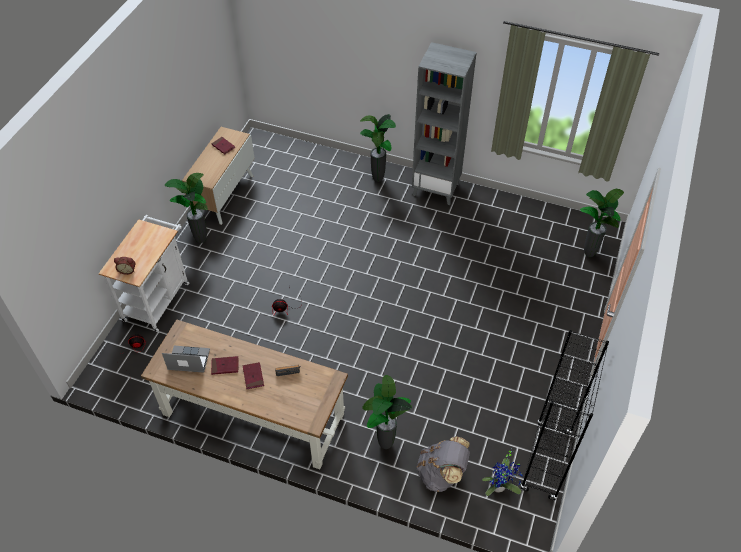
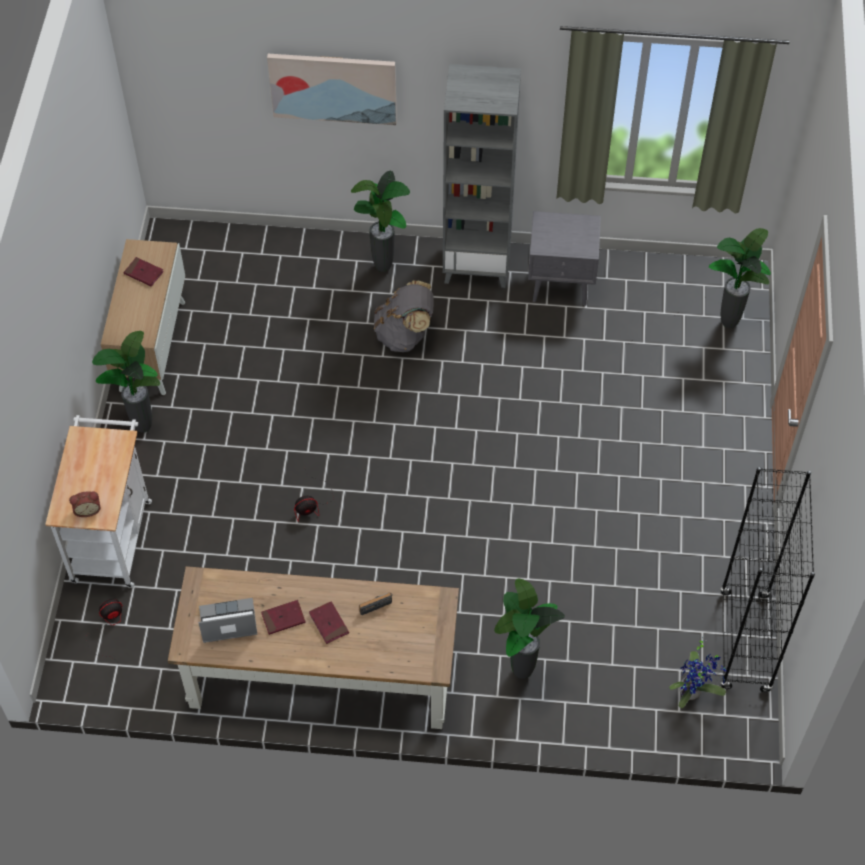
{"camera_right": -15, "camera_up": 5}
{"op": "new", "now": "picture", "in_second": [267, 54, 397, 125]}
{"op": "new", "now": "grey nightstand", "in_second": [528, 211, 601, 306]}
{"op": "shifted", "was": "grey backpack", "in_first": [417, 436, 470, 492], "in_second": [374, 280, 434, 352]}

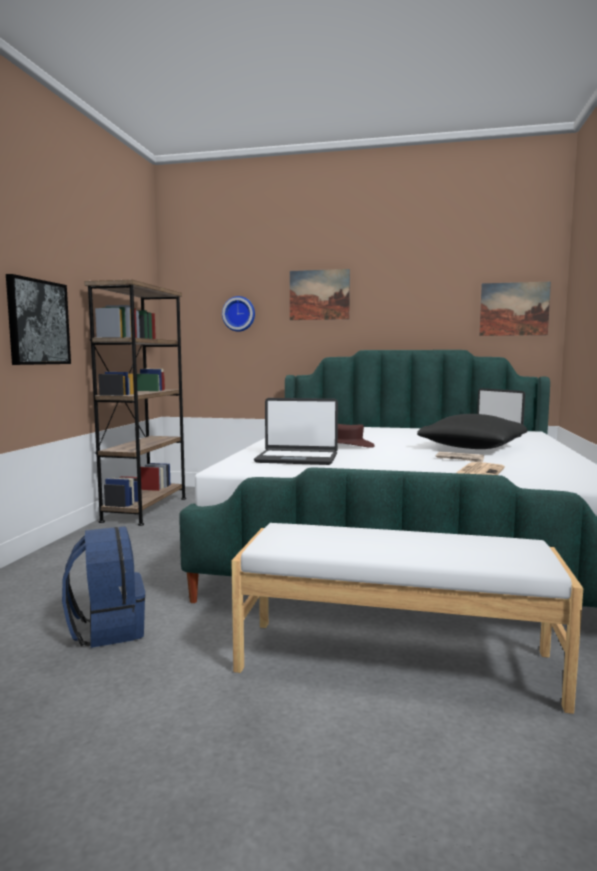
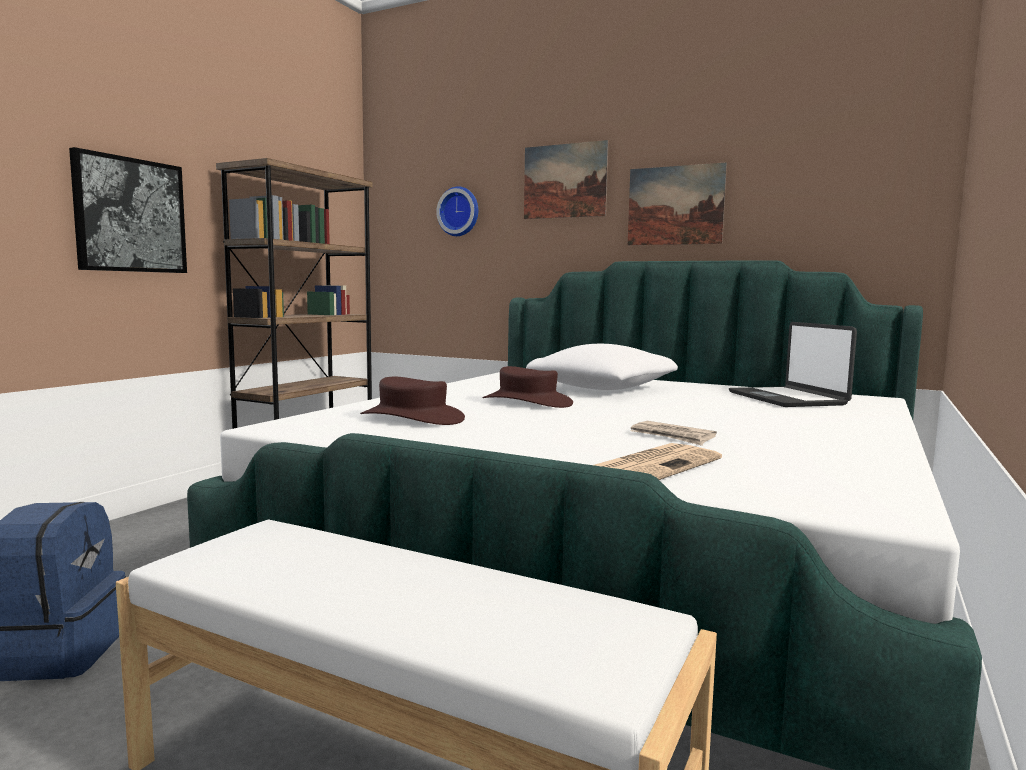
{"camera_right": 15, "camera_up": 0}
{"op": "gone", "was": "black pillow", "in_first": [417, 414, 527, 449]}
{"op": "new", "now": "white pillow", "in_second": [526, 344, 678, 390]}
{"op": "shifted", "was": "picture", "in_first": [479, 282, 551, 336], "in_second": [628, 162, 727, 245]}
{"op": "swapped", "was": "laptop", "now": "brown hat", "in_first": [254, 398, 338, 465], "in_second": [360, 377, 465, 425]}

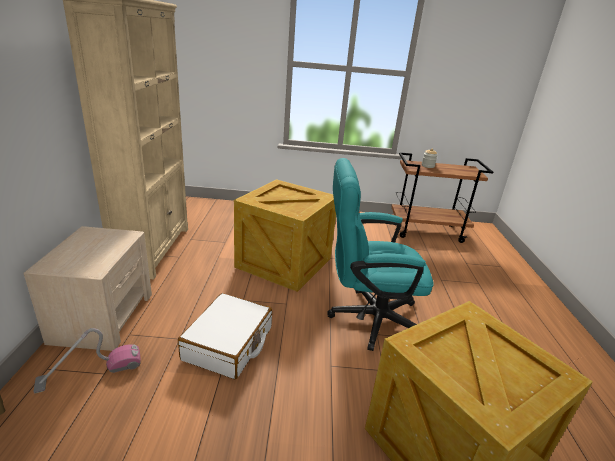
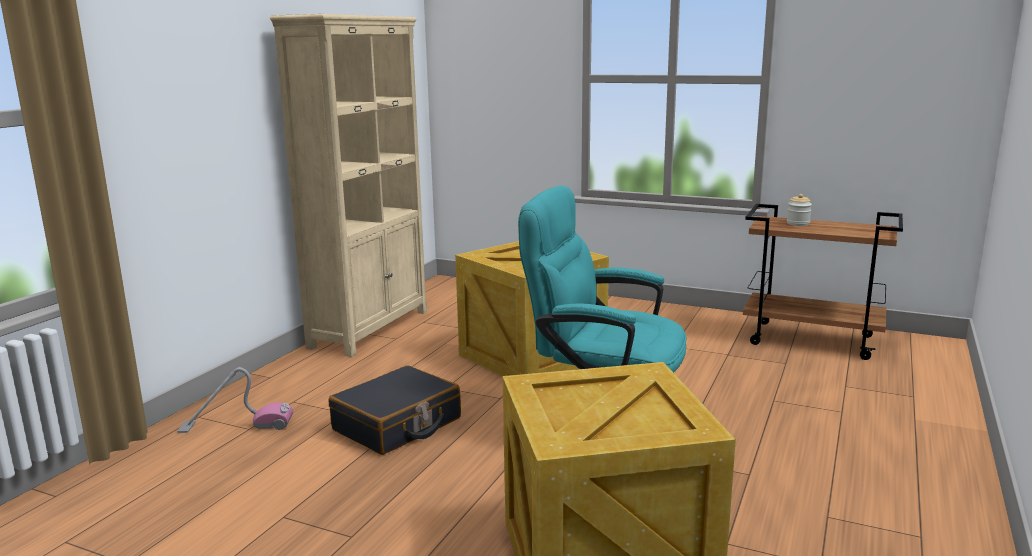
{"camera_right": 25, "camera_up": -10}
{"op": "gone", "was": "beige nightstand", "in_first": [23, 226, 152, 351]}
{"op": "repainted", "was": "white suitcase", "now": "black suitcase", "in_first": [178, 293, 272, 380], "in_second": [329, 366, 461, 455]}

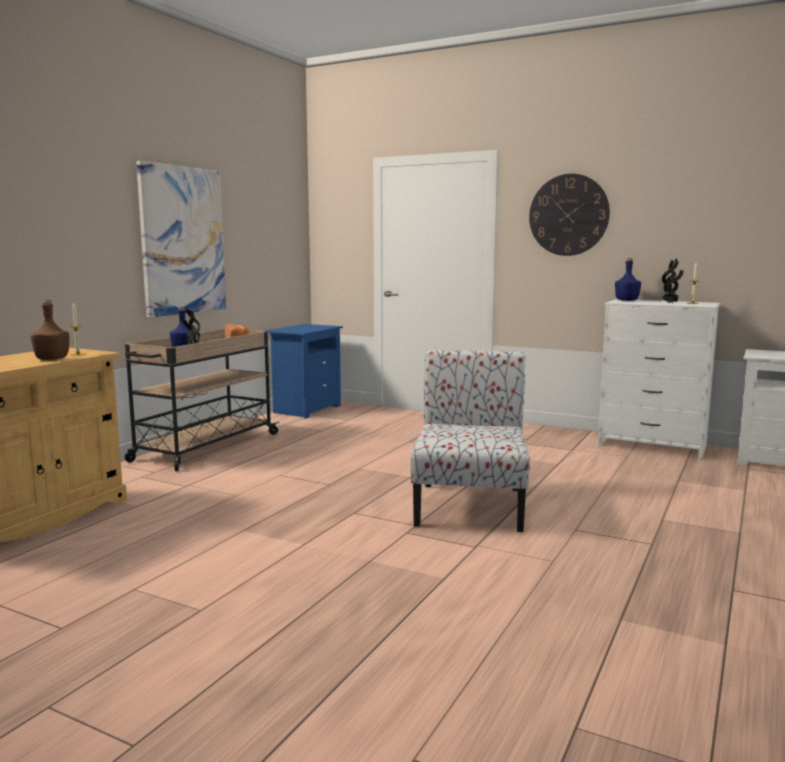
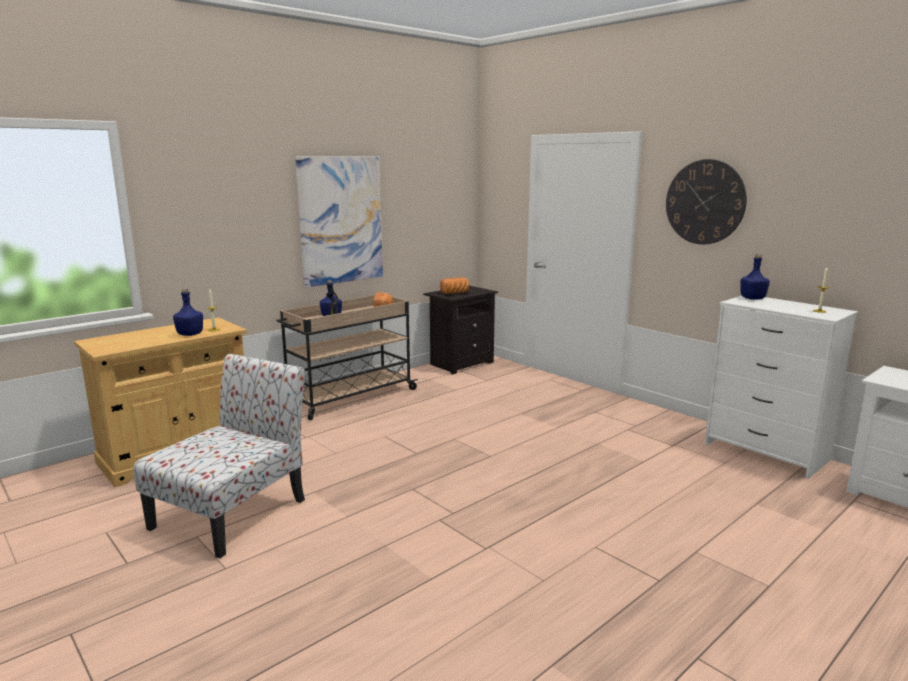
{"camera_right": 20, "camera_up": 5}
{"op": "gone", "was": "potted plant", "in_first": [662, 259, 683, 303]}
{"op": "new", "now": "bread", "in_second": [440, 277, 469, 294]}
{"op": "shifted", "was": "chair", "in_first": [410, 350, 530, 532], "in_second": [133, 354, 305, 559]}
{"op": "repainted", "was": "brown bottle", "now": "blue bottle", "in_first": [31, 300, 69, 360], "in_second": [173, 288, 203, 336]}
{"op": "repainted", "was": "blue nightstand", "now": "black nightstand", "in_first": [266, 324, 343, 419], "in_second": [423, 286, 498, 375]}

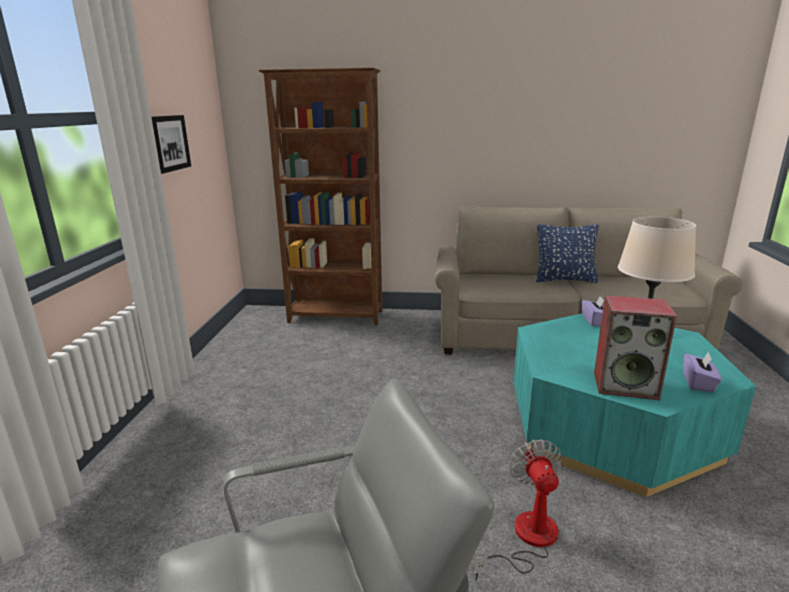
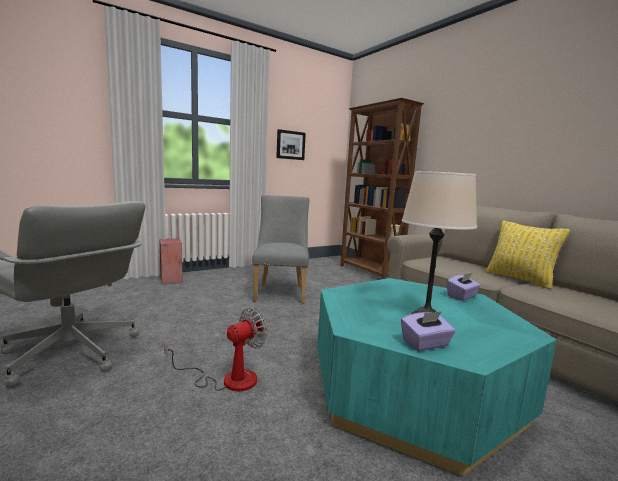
{"camera_right": 50, "camera_up": -10}
{"op": "new", "now": "grey chair", "in_second": [252, 195, 310, 304]}
{"op": "shifted", "was": "speaker", "in_first": [594, 295, 677, 400], "in_second": [159, 239, 183, 284]}
{"op": "repainted", "was": "blue pillow", "now": "yellow pillow", "in_first": [536, 224, 599, 283], "in_second": [486, 221, 570, 290]}

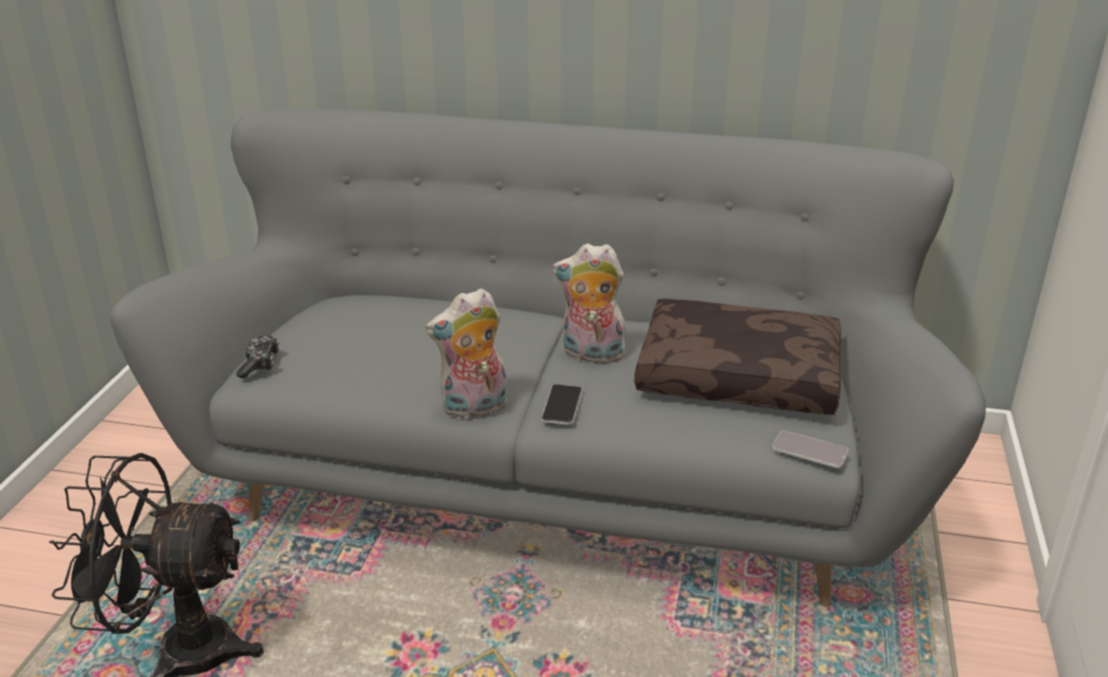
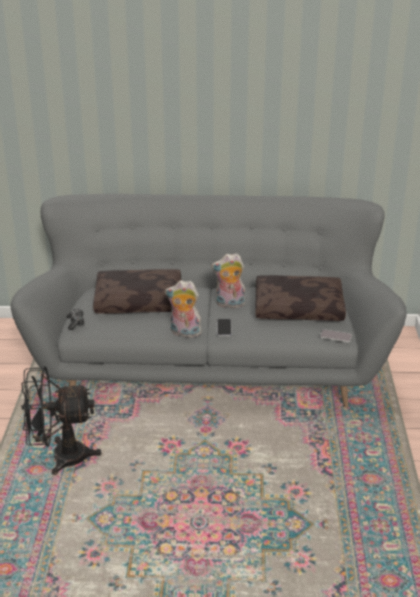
{"camera_right": -10, "camera_up": 0}
{"op": "new", "now": "brown pillow", "in_second": [93, 269, 181, 314]}
{"op": "rotated", "was": "plush toy", "in_first": [425, 288, 507, 419], "in_second": [165, 280, 202, 338], "clockwise": 45}

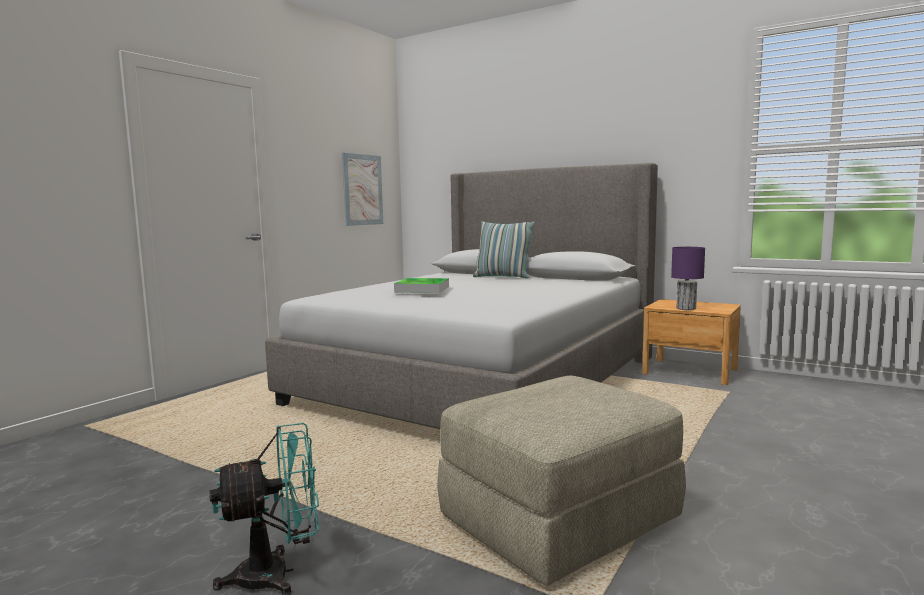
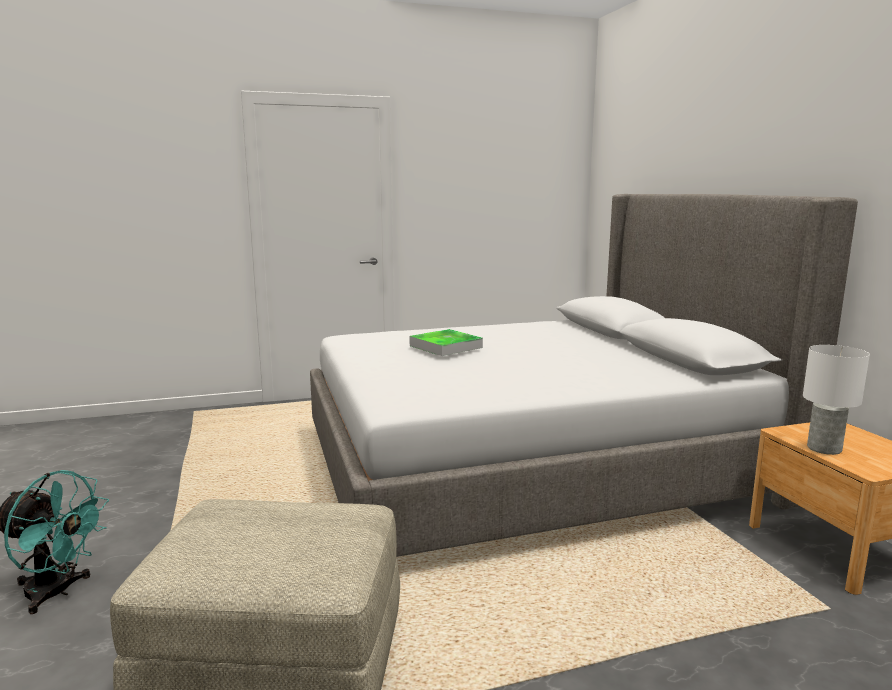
{"camera_right": 40, "camera_up": 5}
{"op": "gone", "was": "picture", "in_first": [342, 153, 383, 226]}
{"op": "gone", "was": "pillow", "in_first": [473, 221, 534, 278]}
{"op": "repainted", "was": "purple table lamp", "now": "white table lamp", "in_first": [671, 247, 705, 310], "in_second": [803, 345, 870, 455]}

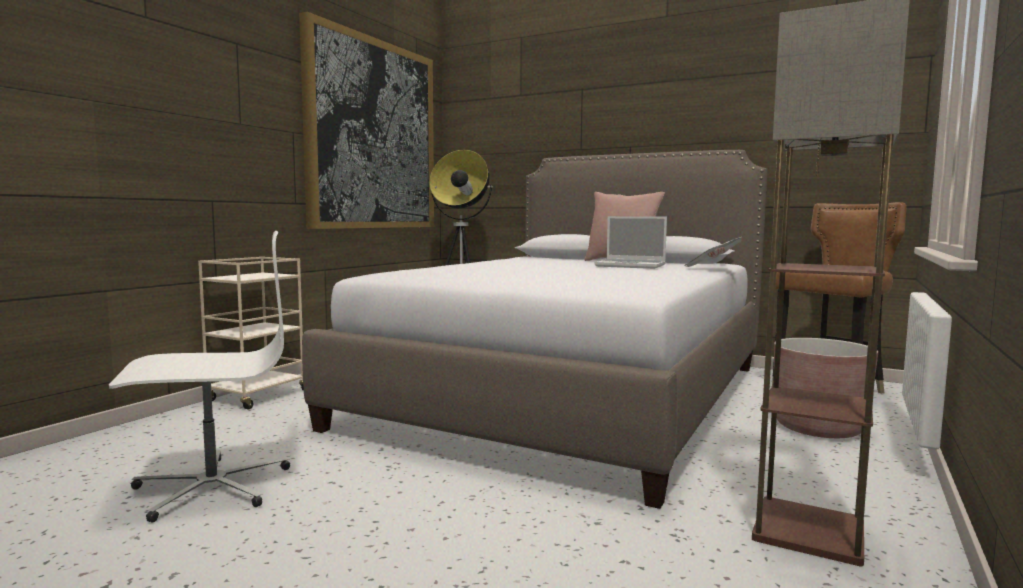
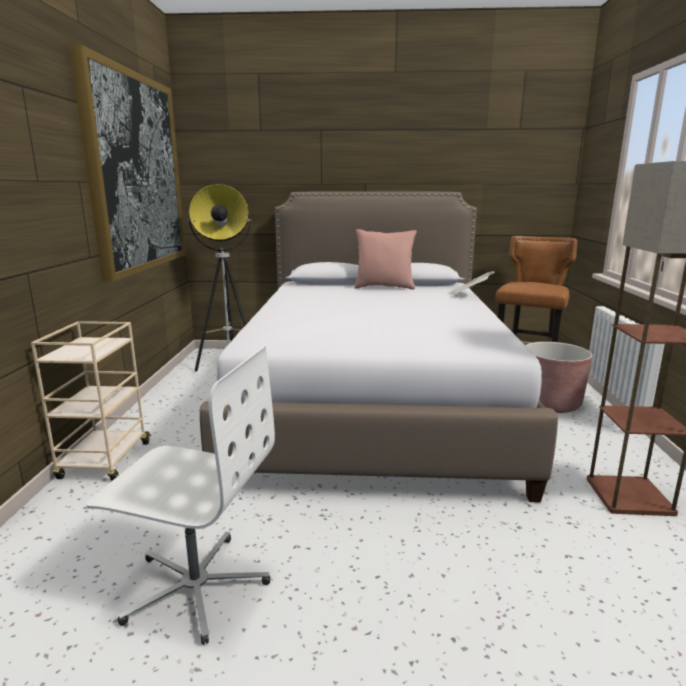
{"camera_right": -25, "camera_up": 10}
{"op": "gone", "was": "laptop", "in_first": [595, 216, 667, 269]}
{"op": "rotated", "was": "white office chair", "in_first": [109, 231, 290, 522], "in_second": [86, 347, 275, 645], "clockwise": 60}

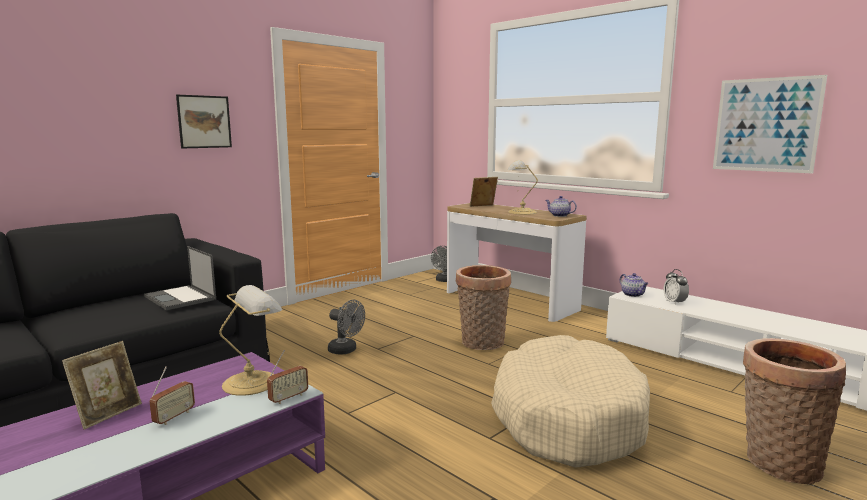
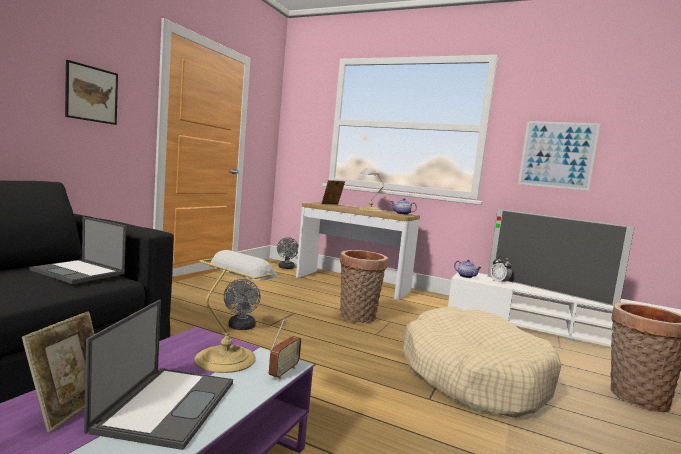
{"camera_right": -20, "camera_up": -5}
{"op": "new", "now": "television", "in_second": [488, 209, 634, 306]}
{"op": "swapped", "was": "radio", "now": "laptop", "in_first": [150, 366, 195, 425], "in_second": [84, 300, 233, 450]}
{"op": "rotated", "was": "grey fan", "in_first": [328, 300, 365, 355], "in_second": [224, 279, 261, 330], "clockwise": 75}

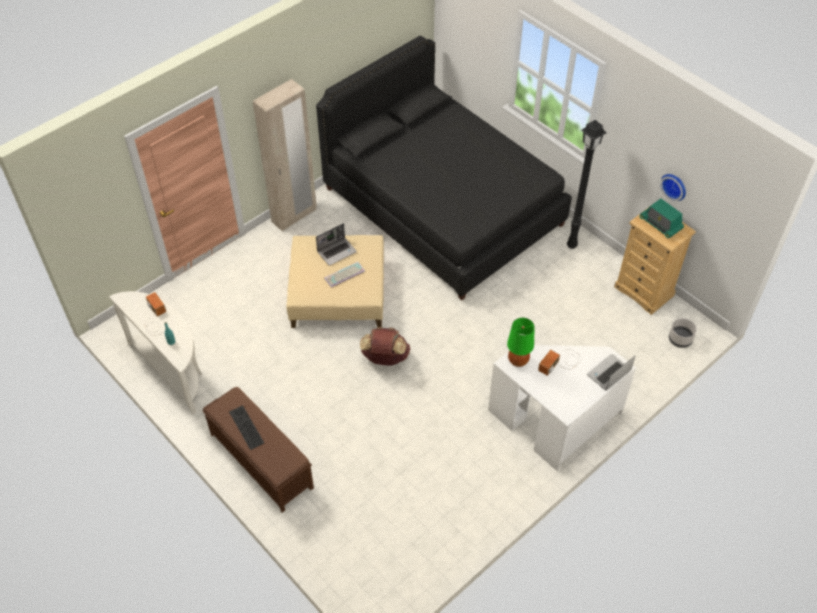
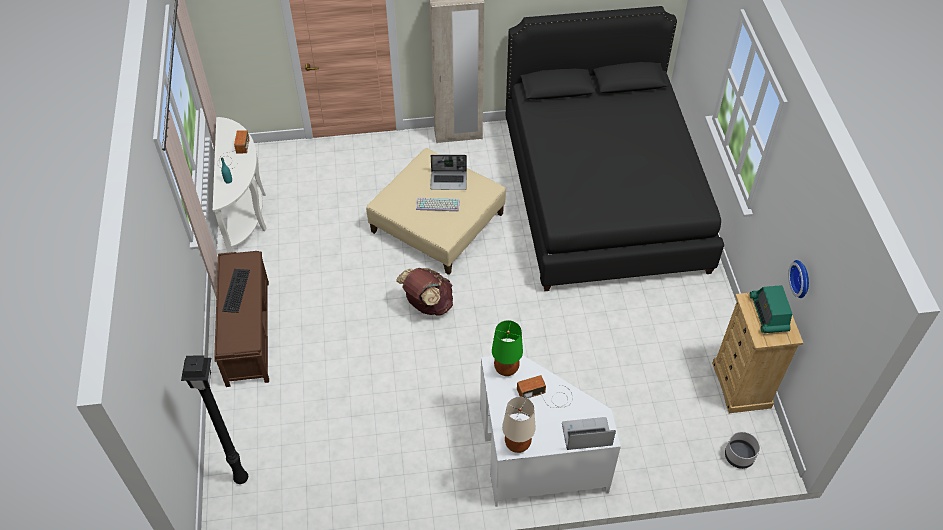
{"camera_right": 35, "camera_up": 0}
{"op": "new", "now": "beige table lamp", "in_second": [502, 397, 536, 453]}
{"op": "shifted", "was": "black floor lamp", "in_first": [567, 120, 607, 249], "in_second": [181, 355, 248, 484]}

